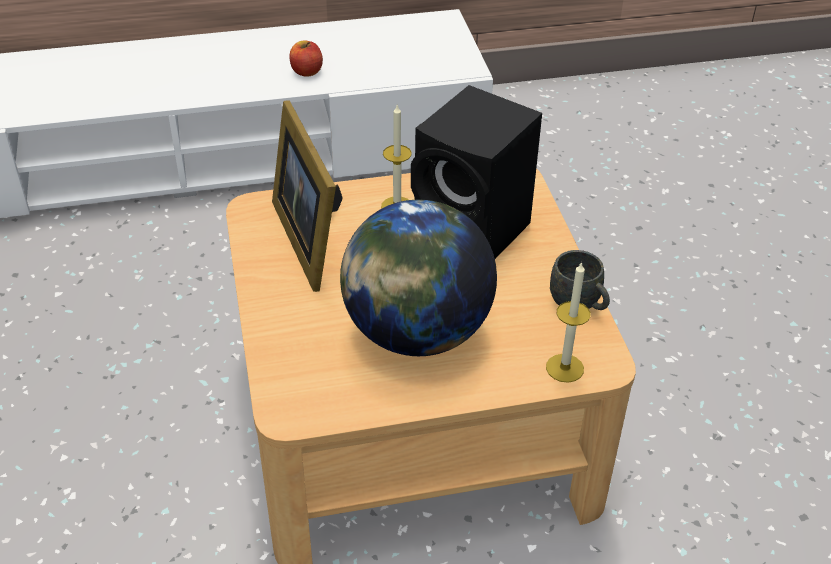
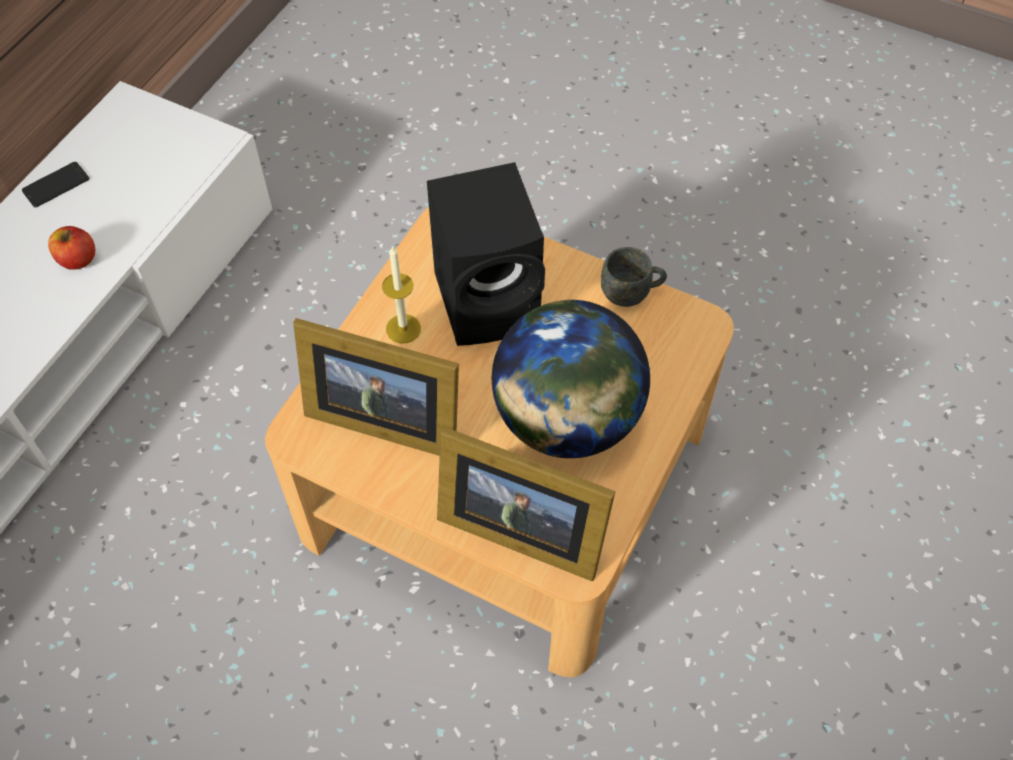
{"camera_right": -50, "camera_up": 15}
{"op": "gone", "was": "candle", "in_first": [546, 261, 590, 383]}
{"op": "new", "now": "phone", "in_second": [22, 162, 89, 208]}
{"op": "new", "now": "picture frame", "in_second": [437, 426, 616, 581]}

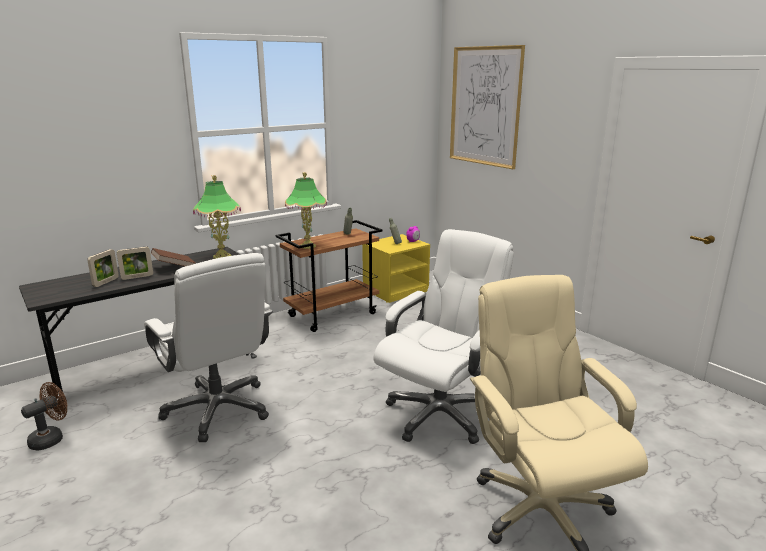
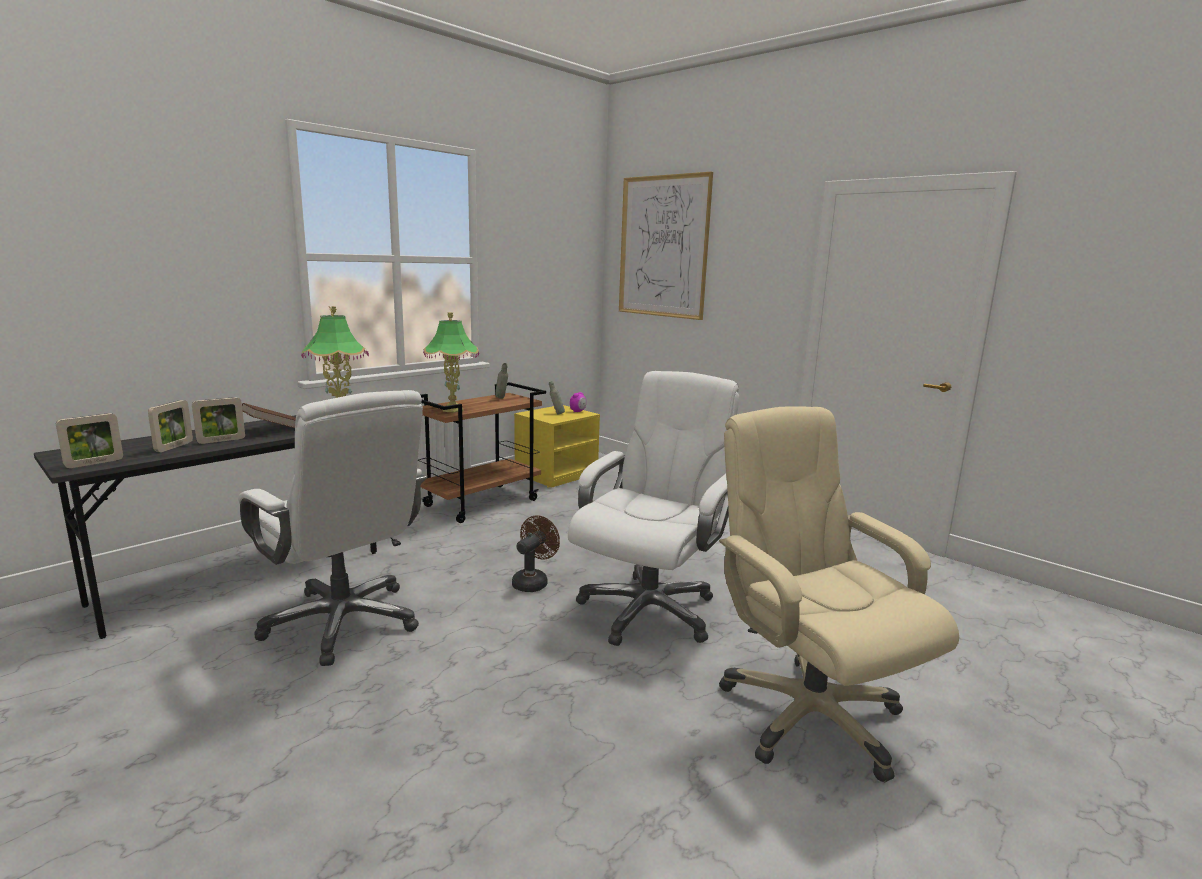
{"camera_right": -10, "camera_up": -5}
{"op": "new", "now": "picture frame", "in_second": [56, 413, 123, 468]}
{"op": "shifted", "was": "brown fan", "in_first": [21, 382, 67, 451], "in_second": [512, 515, 560, 592]}

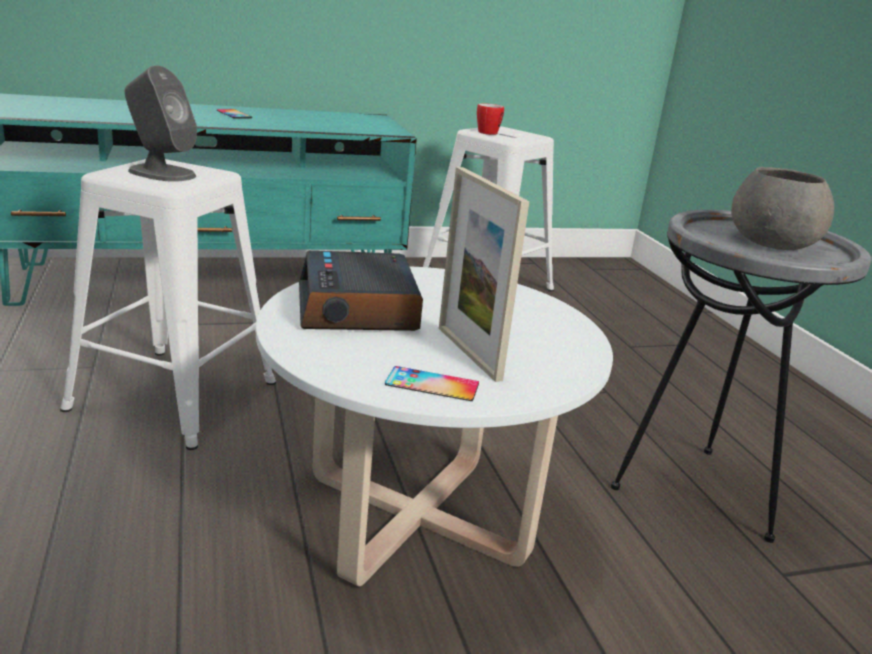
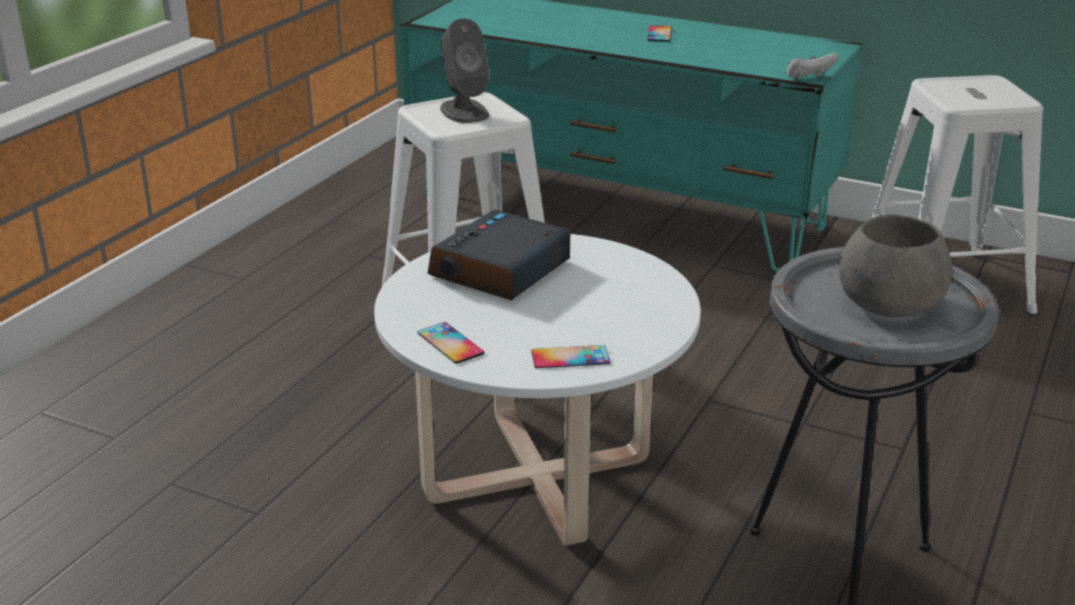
{"camera_right": 45, "camera_up": 5}
{"op": "gone", "was": "picture frame", "in_first": [439, 167, 529, 382]}
{"op": "gone", "was": "mug", "in_first": [477, 103, 504, 135]}
{"op": "new", "now": "phone", "in_second": [532, 345, 610, 368]}
{"op": "new", "now": "white game controller", "in_second": [787, 53, 838, 80]}

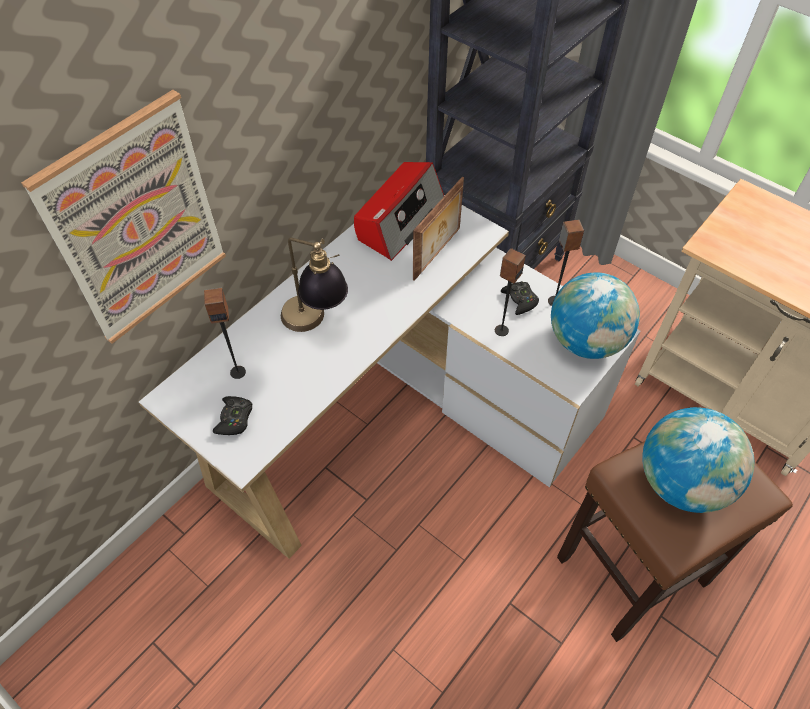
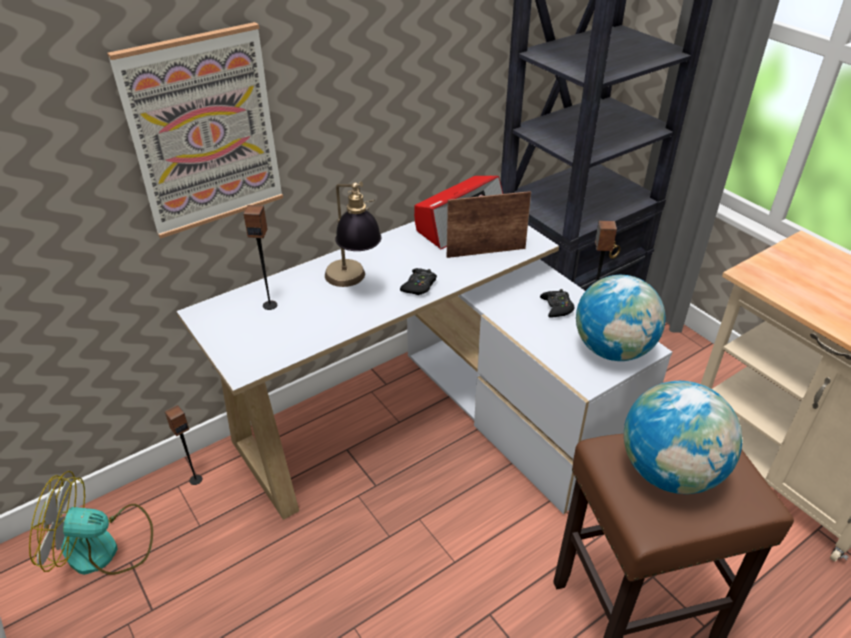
{"camera_right": 15, "camera_up": -15}
{"op": "new", "now": "fan", "in_second": [29, 471, 153, 575]}
{"op": "shifted", "was": "black game controller", "in_first": [213, 396, 252, 435], "in_second": [400, 268, 437, 295]}
{"op": "shifted", "was": "speaker", "in_first": [495, 248, 526, 336], "in_second": [165, 405, 202, 485]}
{"op": "rotated", "was": "picture frame", "in_first": [413, 177, 464, 281], "in_second": [447, 191, 531, 258], "clockwise": -150}

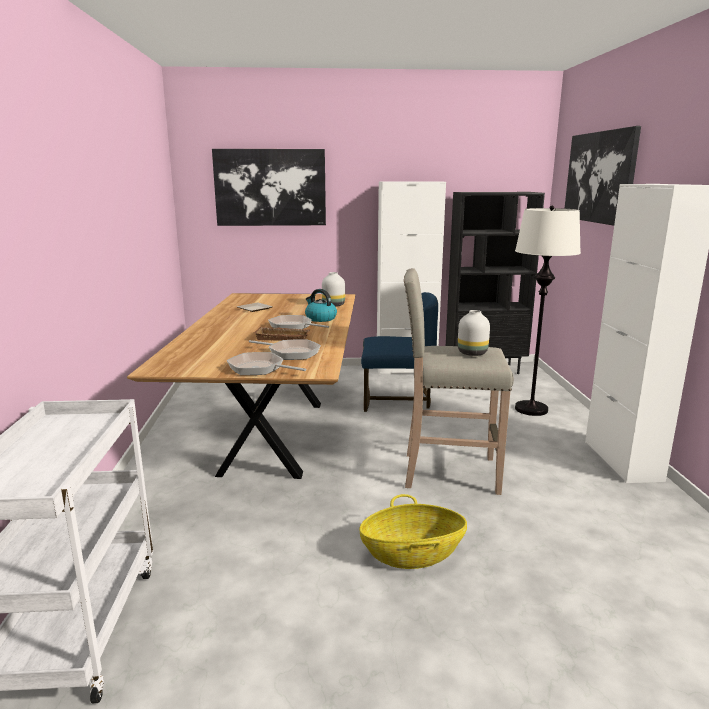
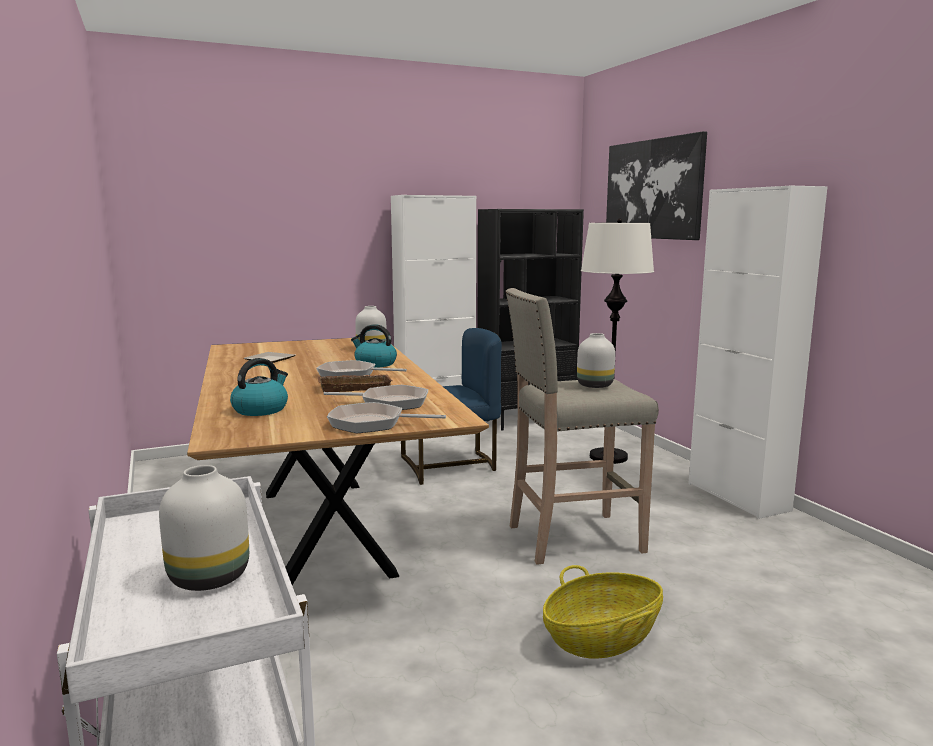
{"camera_right": -20, "camera_up": -5}
{"op": "gone", "was": "picture", "in_first": [212, 149, 326, 226]}
{"op": "new", "now": "white vase", "in_second": [159, 465, 249, 591]}
{"op": "new", "now": "kettle", "in_second": [230, 358, 288, 416]}

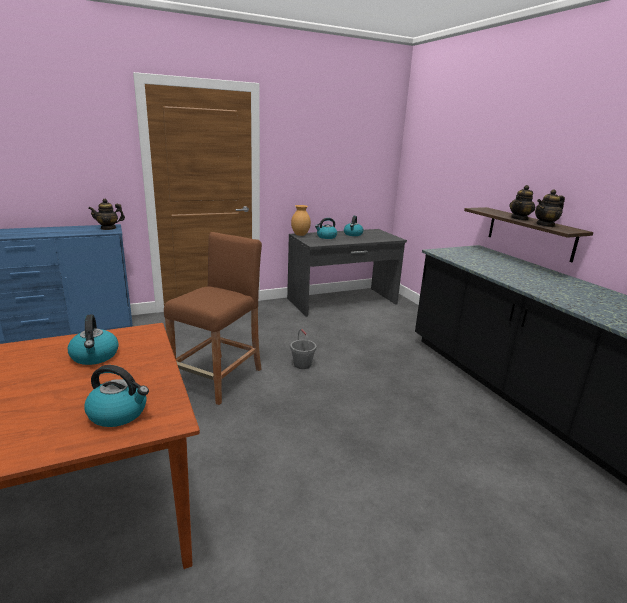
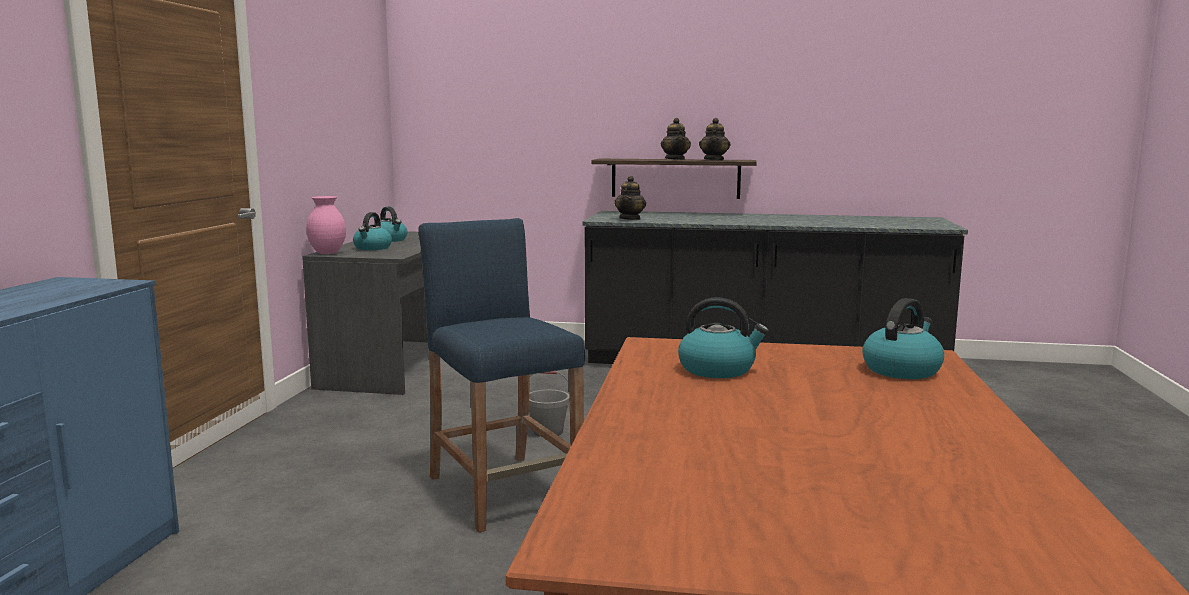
{"camera_right": -55, "camera_up": -10}
{"op": "shifted", "was": "teapot", "in_first": [88, 199, 125, 230], "in_second": [614, 176, 646, 220]}
{"op": "repainted", "was": "brown stool", "now": "blue stool", "in_first": [164, 232, 262, 405], "in_second": [418, 218, 585, 533]}
{"op": "repainted", "was": "brown vase", "now": "pink vase", "in_first": [291, 205, 311, 236], "in_second": [306, 196, 346, 254]}

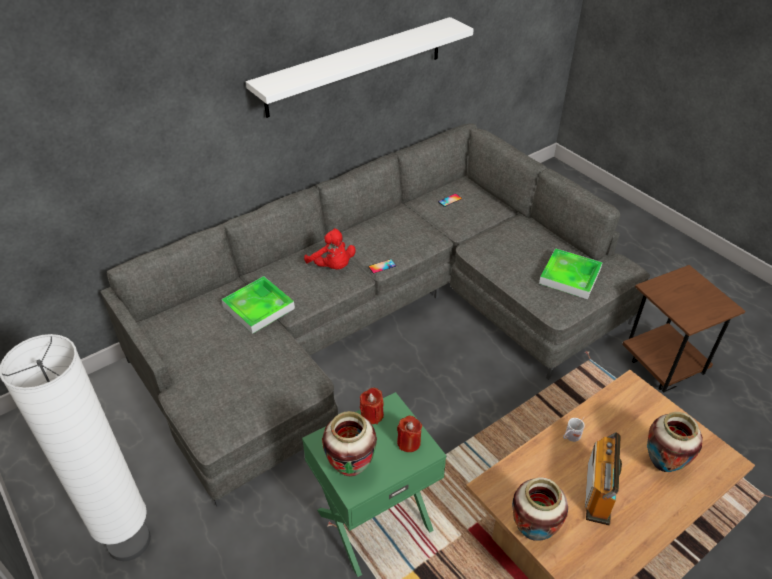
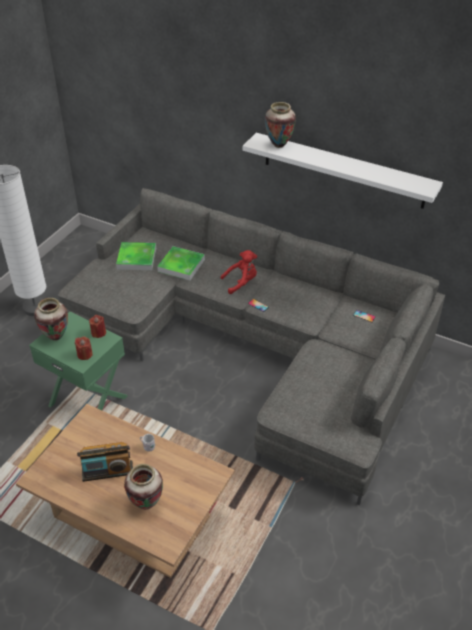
{"camera_right": 65, "camera_up": 0}
{"op": "gone", "was": "brown side table", "in_first": [622, 265, 745, 392]}
{"op": "shifted", "was": "vase", "in_first": [512, 477, 568, 541], "in_second": [265, 102, 296, 148]}
{"op": "shifted", "was": "tray", "in_first": [539, 248, 603, 299], "in_second": [116, 242, 156, 270]}
{"op": "rotated", "was": "red plush toy", "in_first": [304, 228, 356, 269], "in_second": [221, 250, 257, 294], "clockwise": -135}

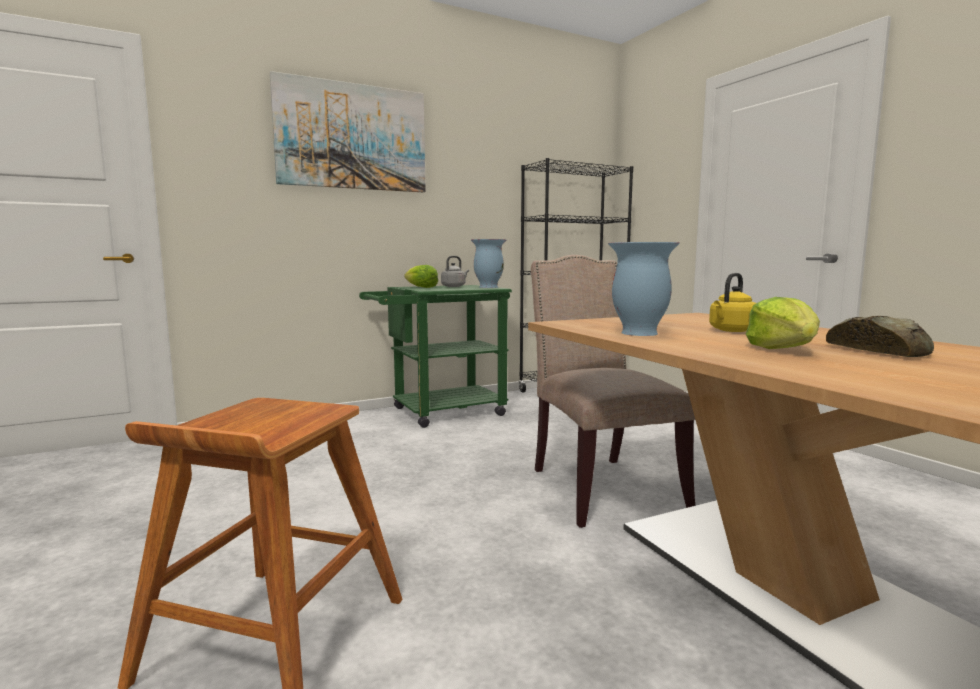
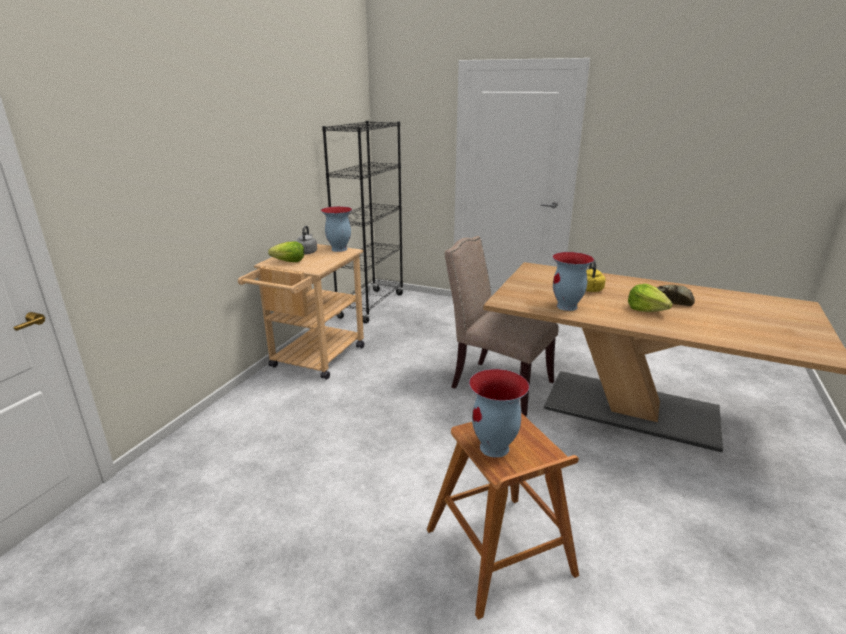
{"camera_right": -40, "camera_up": 15}
{"op": "gone", "was": "picture", "in_first": [270, 71, 426, 192]}
{"op": "new", "now": "vase", "in_second": [469, 369, 529, 458]}
{"op": "repainted", "was": "green cart", "now": "beige cart", "in_first": [359, 285, 512, 428], "in_second": [238, 244, 364, 380]}

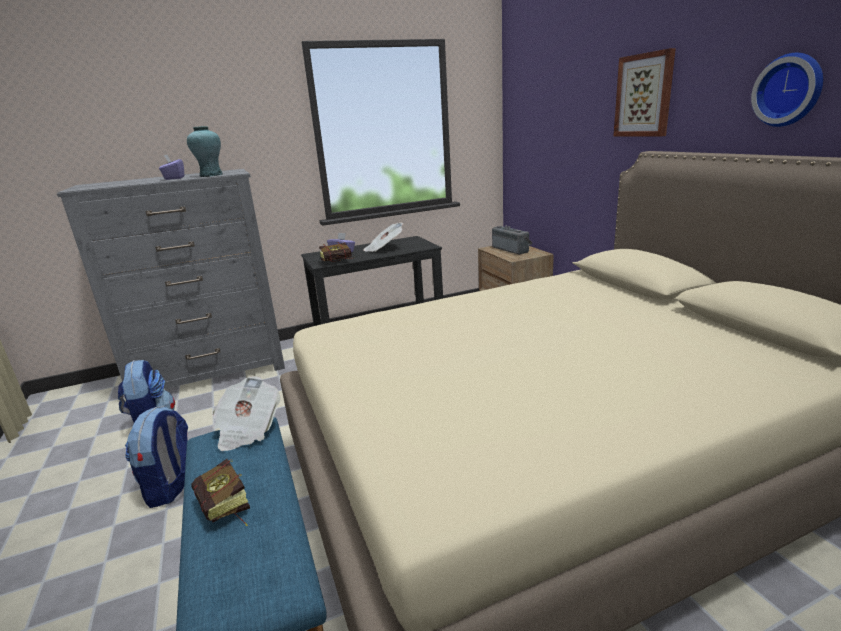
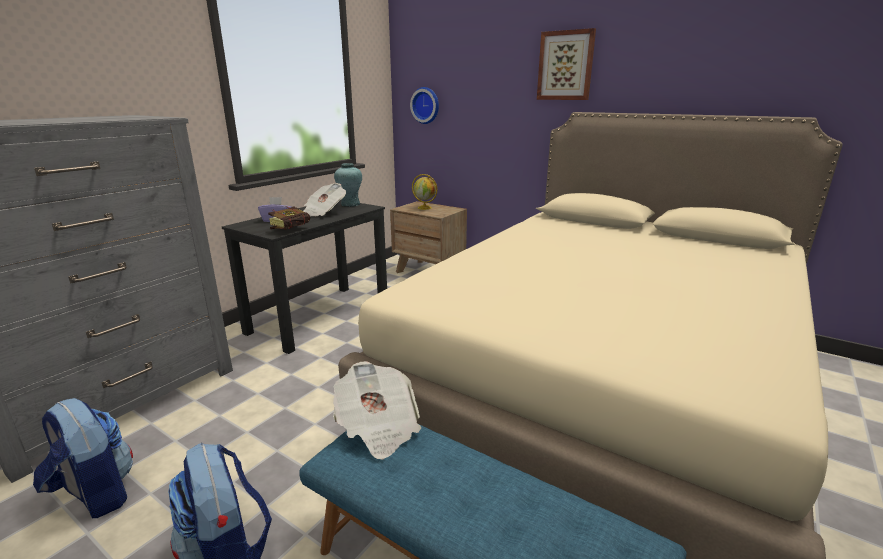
{"camera_right": -35, "camera_up": 0}
{"op": "gone", "was": "purple tissue box", "in_first": [159, 155, 184, 180]}
{"op": "gone", "was": "book", "in_first": [191, 459, 250, 526]}
{"op": "shifted", "was": "turquoise vase", "in_first": [187, 126, 223, 177], "in_second": [334, 163, 362, 207]}
{"op": "shifted", "was": "wall clock", "in_first": [751, 53, 823, 127], "in_second": [410, 87, 439, 124]}
{"op": "swapped", "was": "radio", "now": "globe", "in_first": [492, 225, 532, 255], "in_second": [412, 174, 438, 210]}

